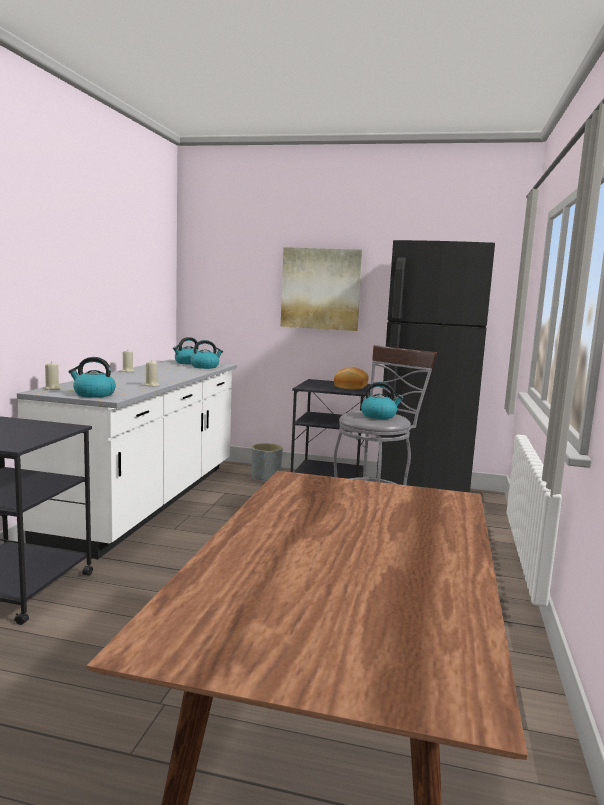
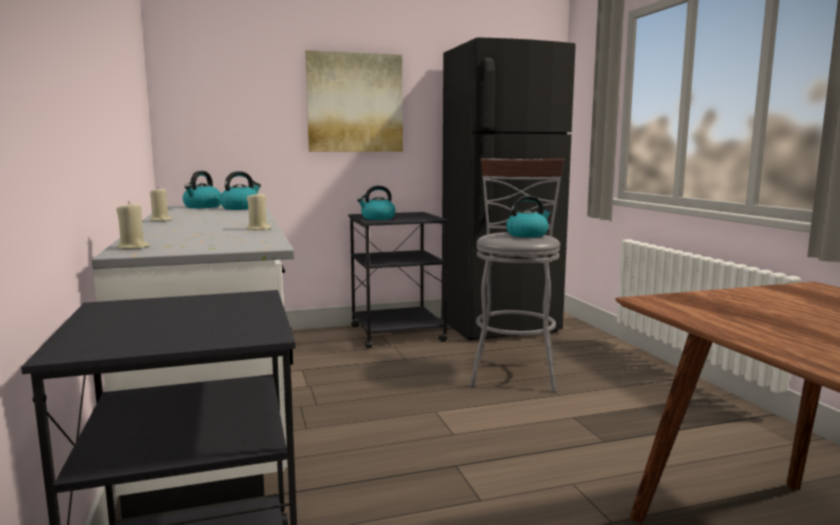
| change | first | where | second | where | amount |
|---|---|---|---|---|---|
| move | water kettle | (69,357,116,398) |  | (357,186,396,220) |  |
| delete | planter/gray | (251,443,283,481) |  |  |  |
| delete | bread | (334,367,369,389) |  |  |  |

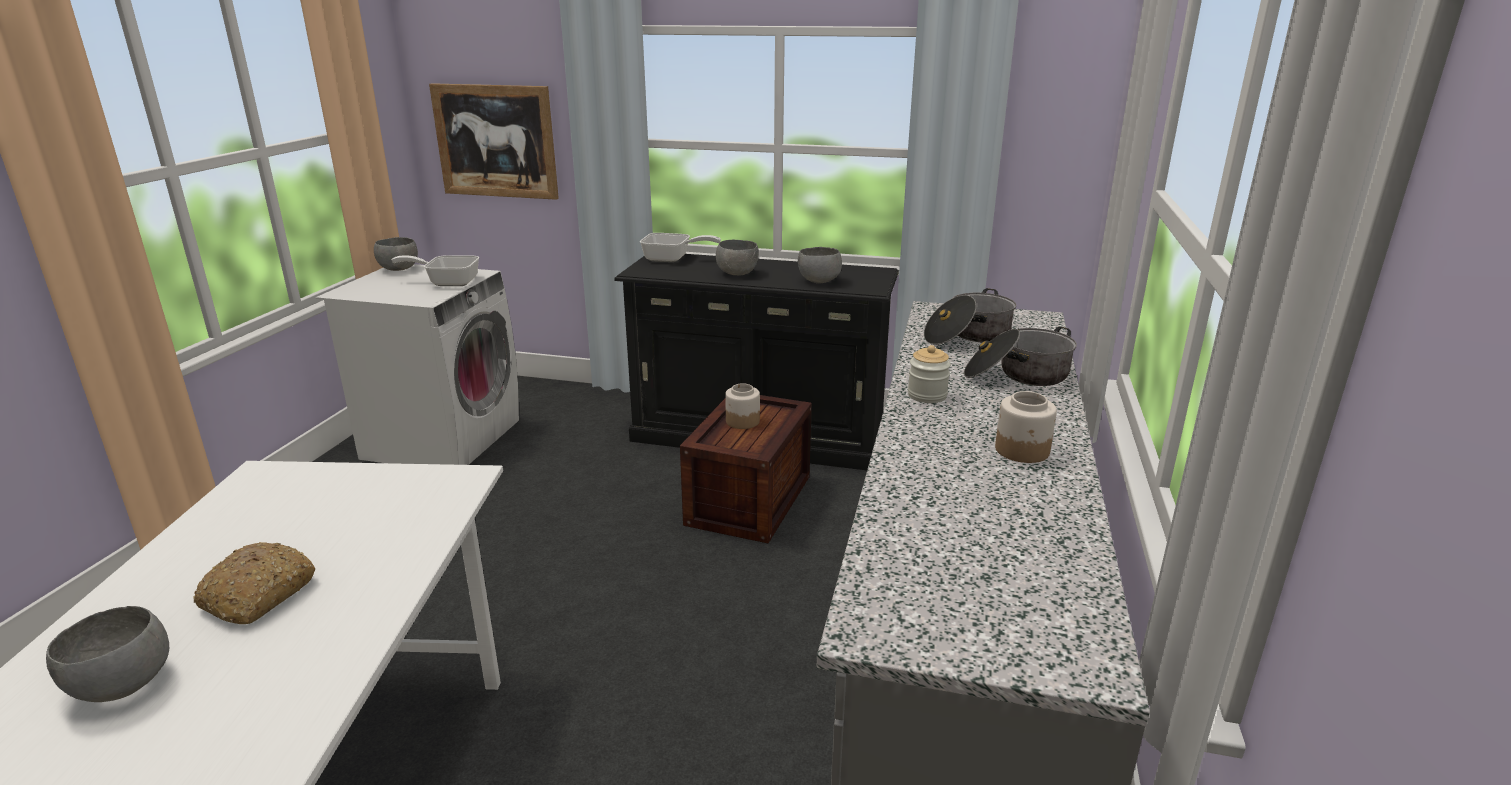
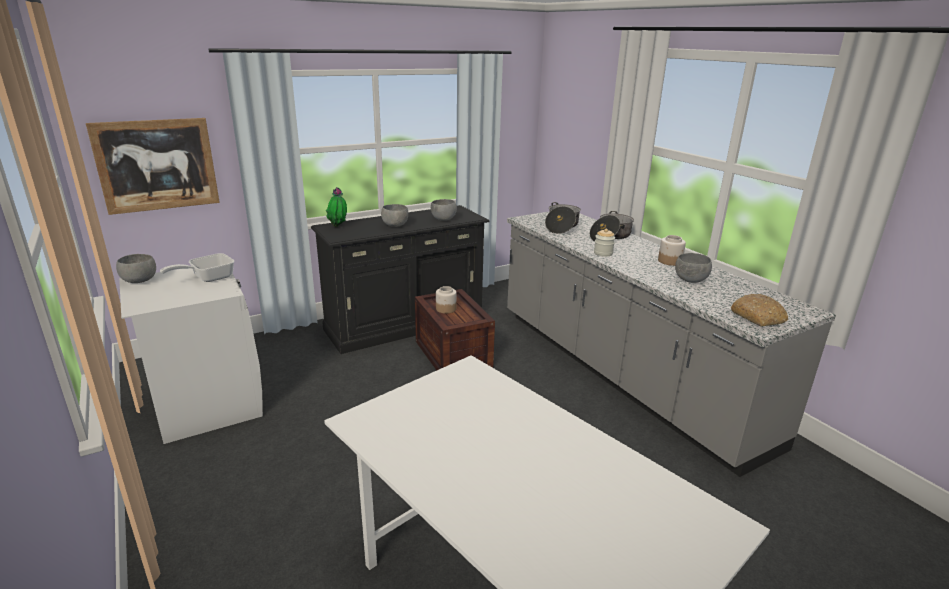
| change | first | where | second | where | amount |
|---|---|---|---|---|---|
| replace | frying pan | (640,233,721,262) | potted plant | (326,187,347,227) |  |
| move | serving bowl/gray | (46,606,169,702) |  | (675,253,712,283) |  |
| move | bread | (193,542,315,624) |  | (731,294,788,327) |  |

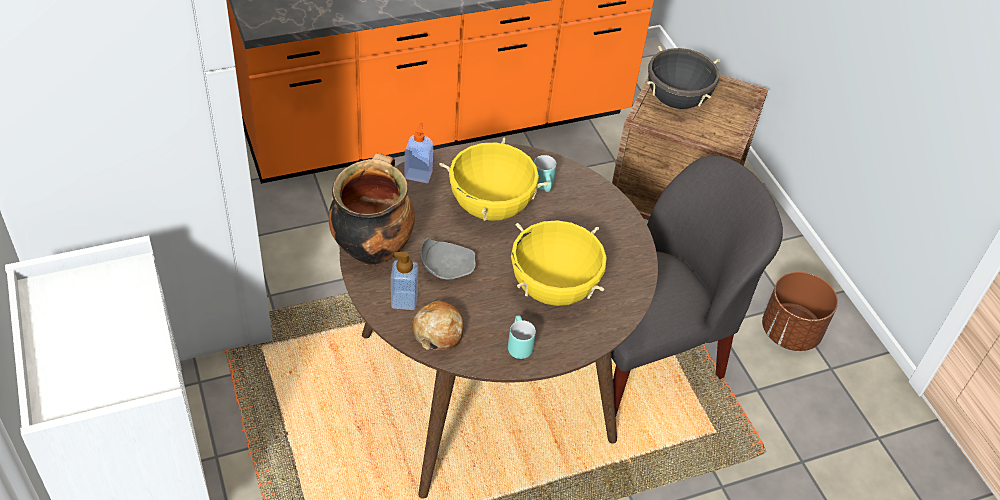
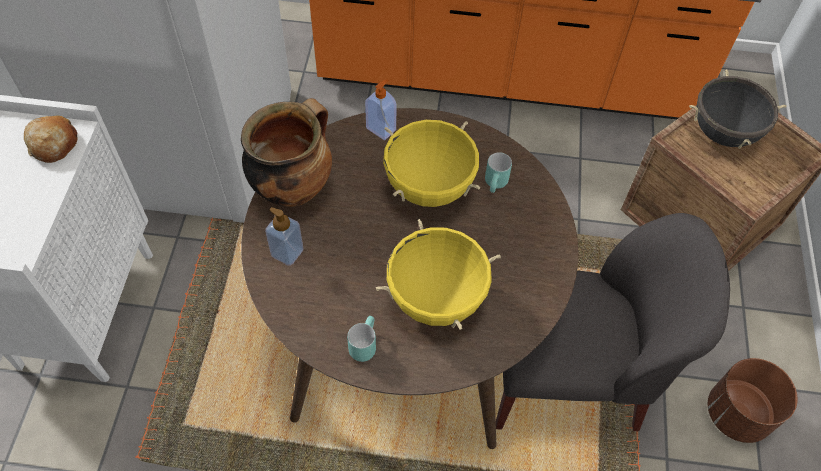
| change | first | where | second | where | amount |
|---|---|---|---|---|---|
| move | bread | (412,301,463,350) |  | (24,115,78,163) |  |
| delete | plate/gray | (420,238,476,279) |  |  |  |

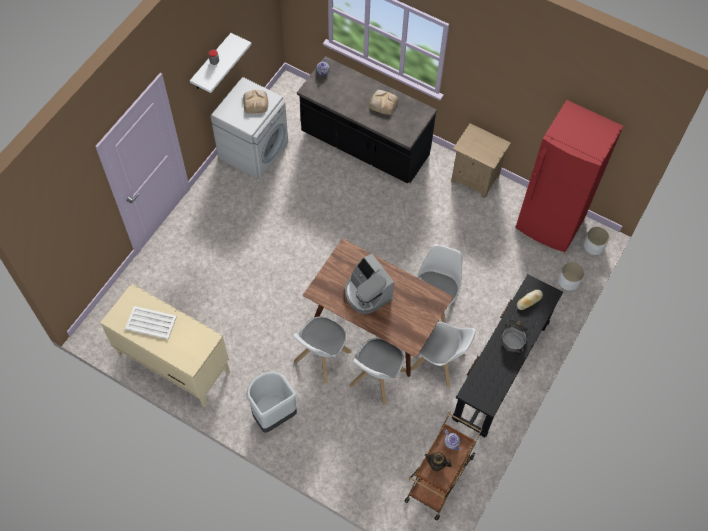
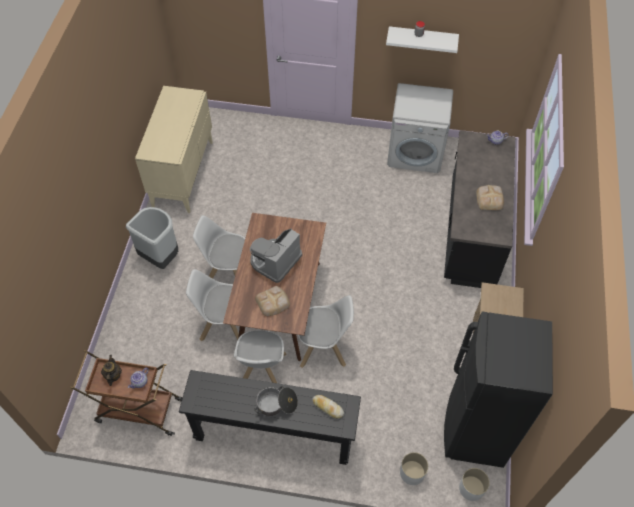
| change | first | where | second | where | amount |
|---|---|---|---|---|---|
| move | bread | (243,90,268,114) |  | (255,286,290,316) |  |
| recolor | kitchen fridge/red | (515,100,623,252) | kitchen fridge/blackish | (444,312,553,468) |  |
| delete | carrying tray/white | (125,306,177,340) |  |  |  |

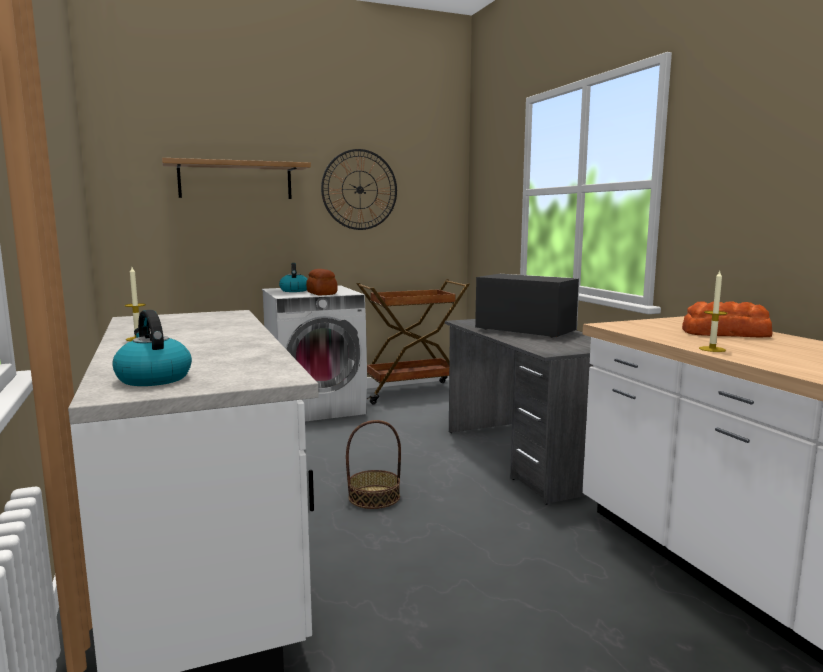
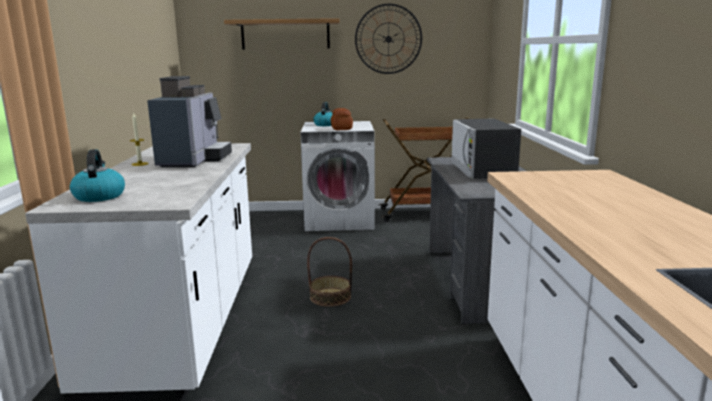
| change | first | where | second | where | amount |
|---|---|---|---|---|---|
| insert |  |  | coffee machine | (147,76,232,167) |  |
| rotate | microwave oven | (475,274,580,338) |  | (451,118,521,179) | 150 degrees counterclockwise |
| delete | bread | (682,301,773,337) |  |  |  |
| delete | wax light | (699,271,727,352) |  |  |  |

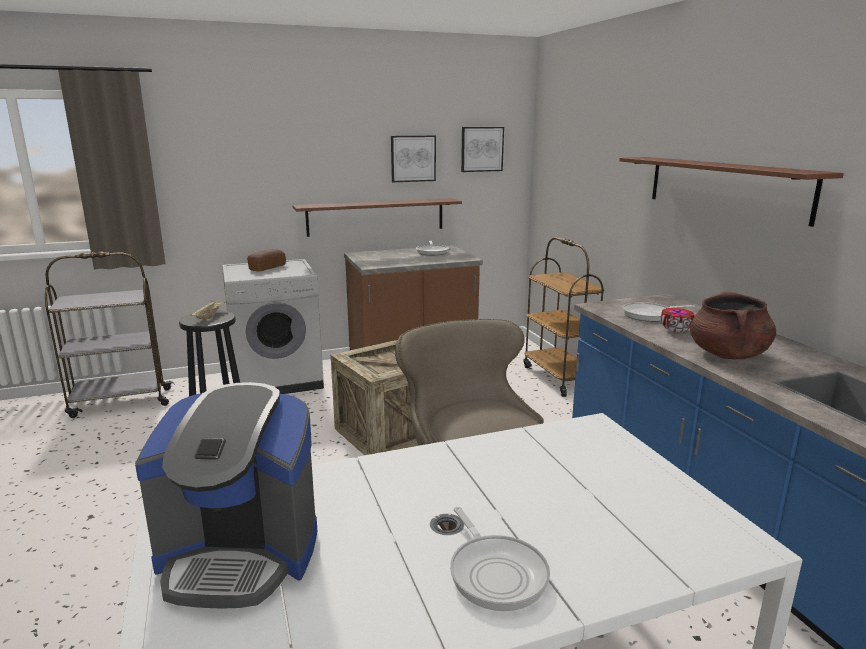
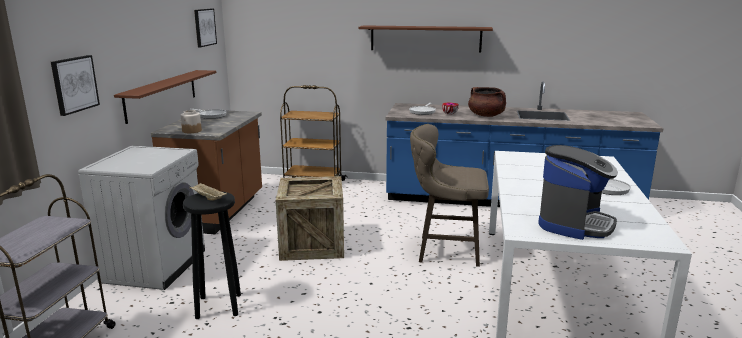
| change | first | where | second | where | amount |
|---|---|---|---|---|---|
| move | wall picture | (391,135,436,182) |  | (51,55,100,116) |  |
| insert |  |  | preserve jar | (180,110,202,133) |  |
| delete | bread | (247,249,286,271) |  |  |  |

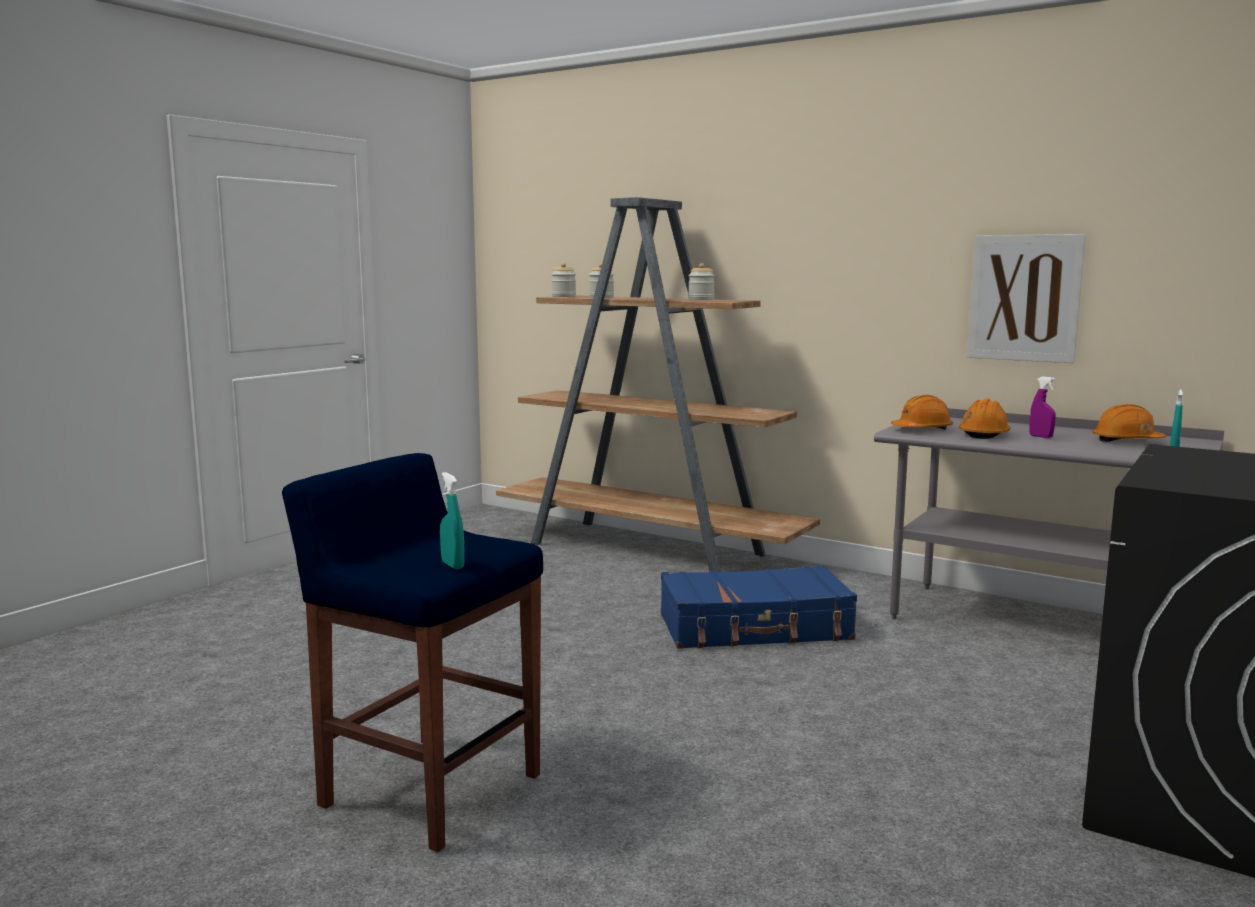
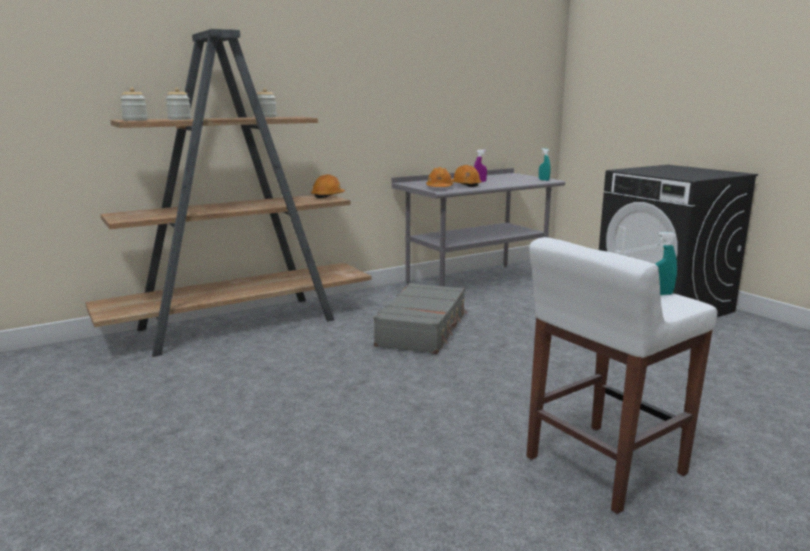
| change | first | where | second | where | amount |
|---|---|---|---|---|---|
| move | work helmet/orangey | (1092,404,1166,442) |  | (311,174,345,198) |  |
| recolor | piece of luggage/blue-coloured | (661,565,857,649) | piece of luggage/gray | (374,283,467,354) |  |
| recolor | stool/blue-coloured | (282,453,543,852) | stool/white | (526,237,718,514) |  |
| delete | wall picture | (967,234,1086,363) |  |  |  |

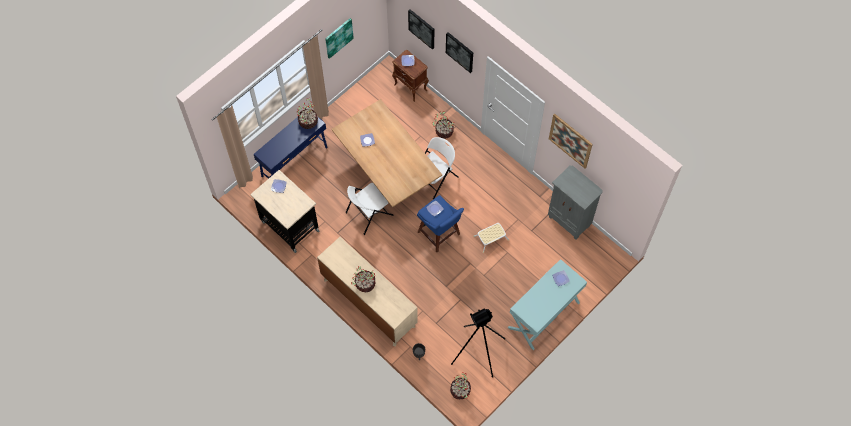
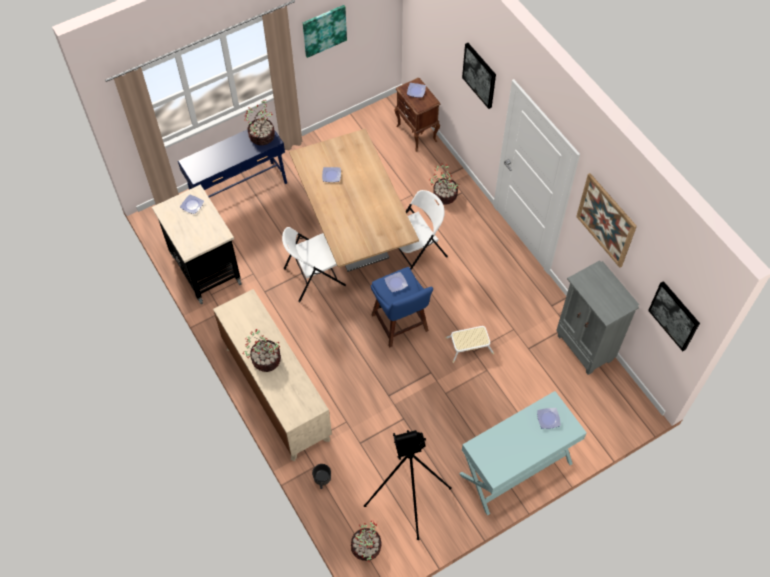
| change | first | where | second | where | amount |
|---|---|---|---|---|---|
| move | wall picture | (408,9,434,50) |  | (648,281,700,351) |  |

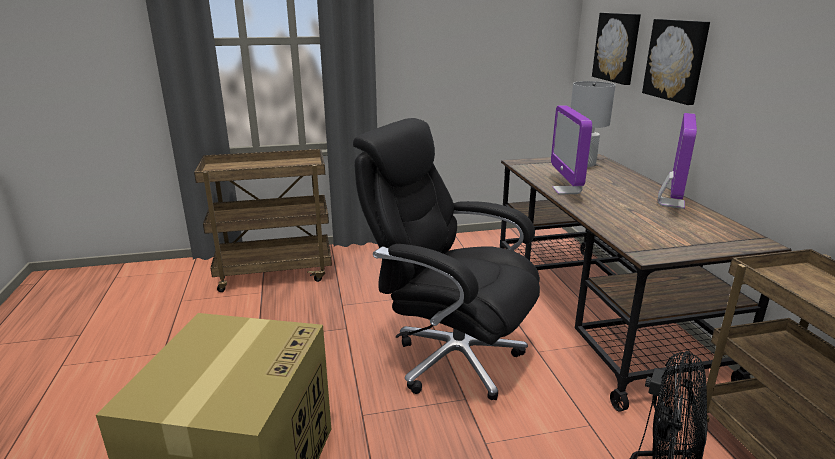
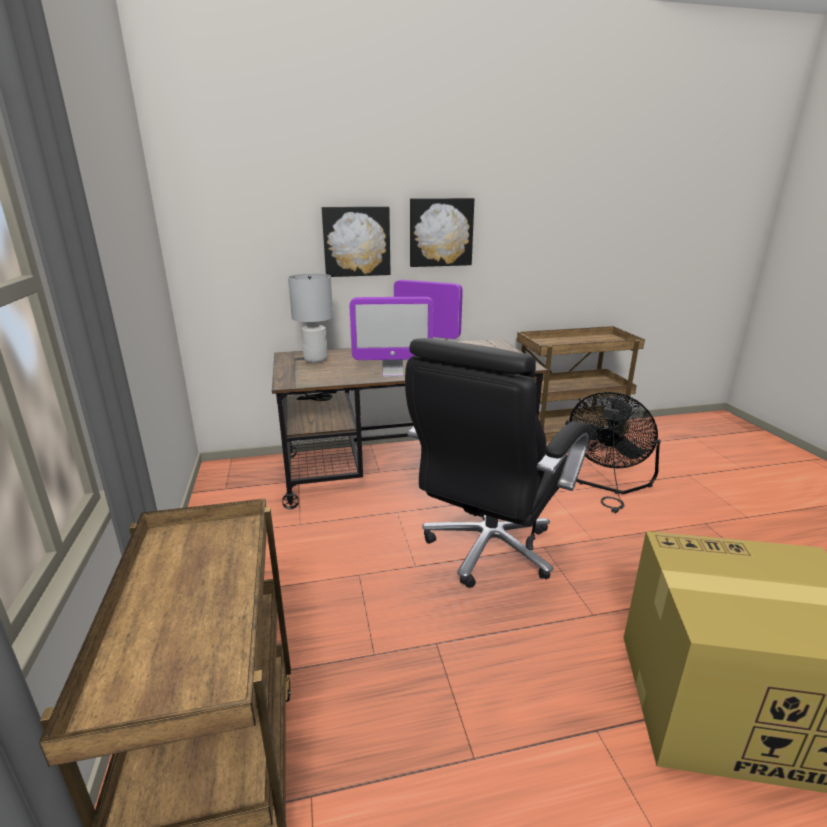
| change | first | where | second | where | amount |
|---|---|---|---|---|---|
| move | wall picture | (592,13,641,85) |  | (410,198,474,267) |  |

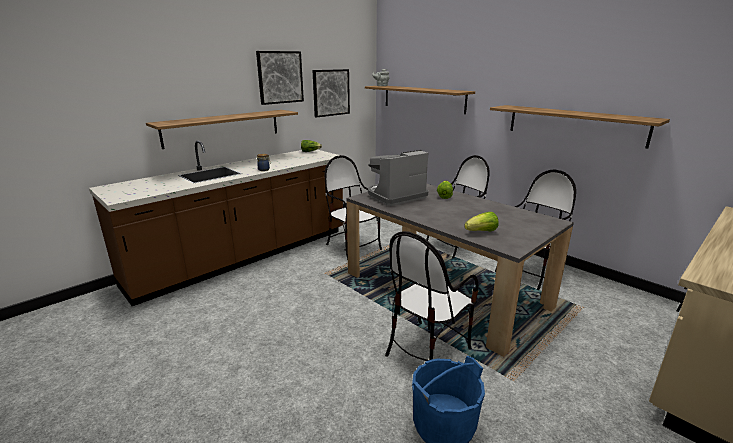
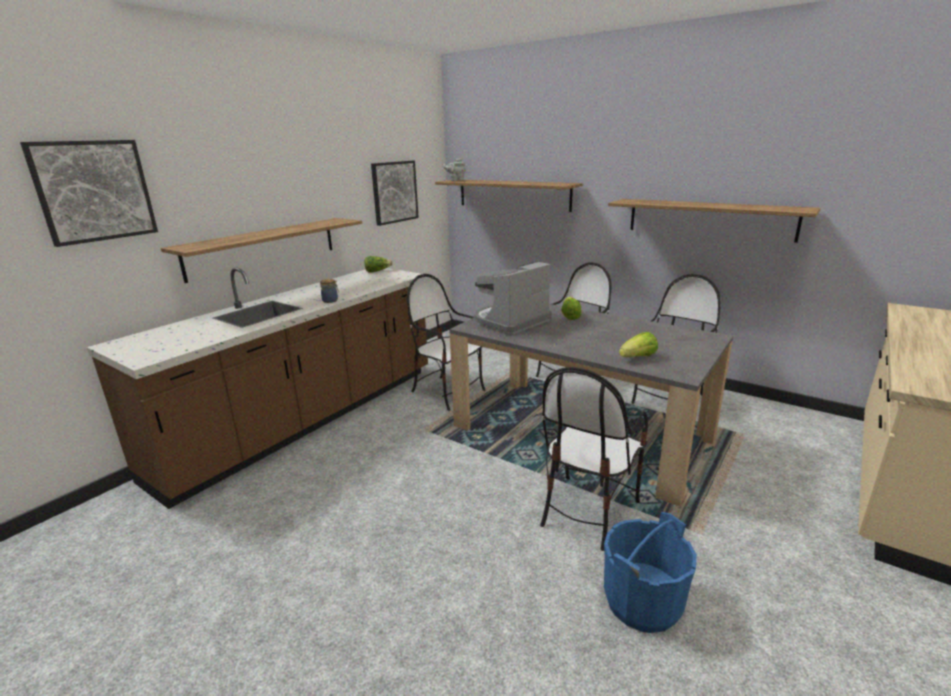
| change | first | where | second | where | amount |
|---|---|---|---|---|---|
| move | wall picture | (256,51,304,105) |  | (20,140,158,247) |  |

